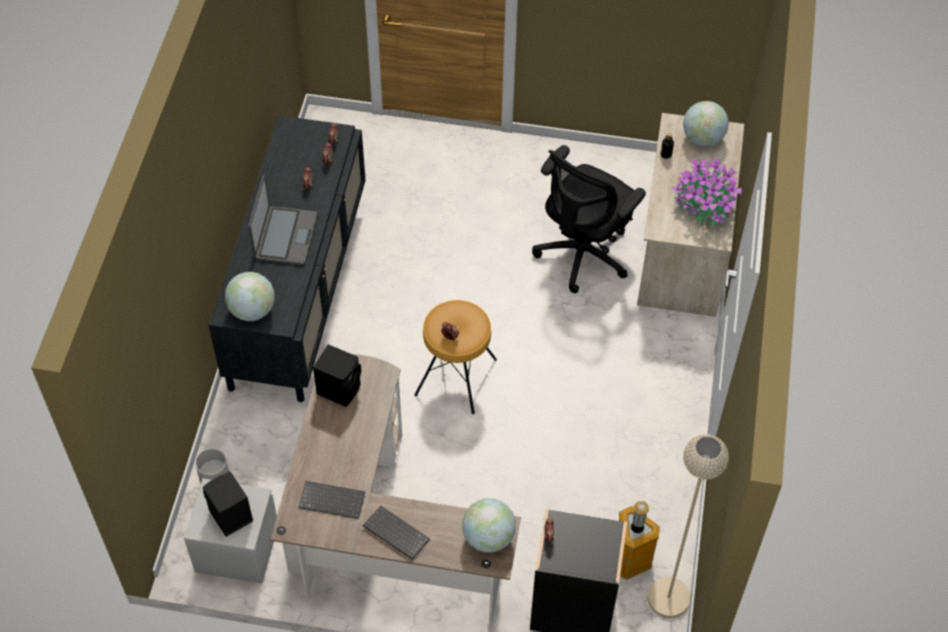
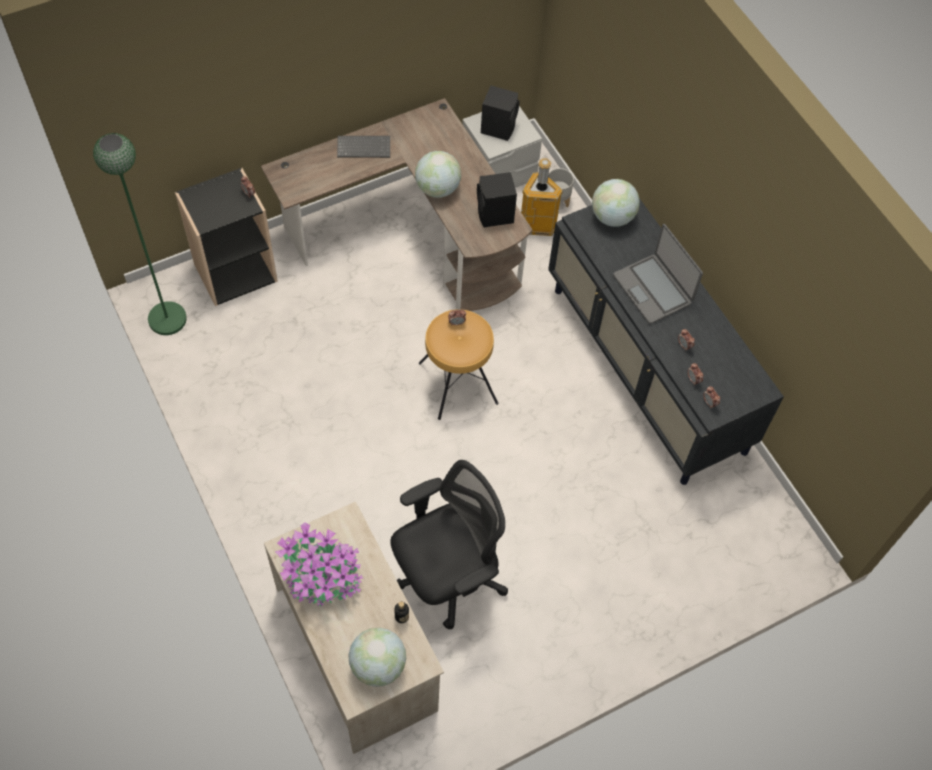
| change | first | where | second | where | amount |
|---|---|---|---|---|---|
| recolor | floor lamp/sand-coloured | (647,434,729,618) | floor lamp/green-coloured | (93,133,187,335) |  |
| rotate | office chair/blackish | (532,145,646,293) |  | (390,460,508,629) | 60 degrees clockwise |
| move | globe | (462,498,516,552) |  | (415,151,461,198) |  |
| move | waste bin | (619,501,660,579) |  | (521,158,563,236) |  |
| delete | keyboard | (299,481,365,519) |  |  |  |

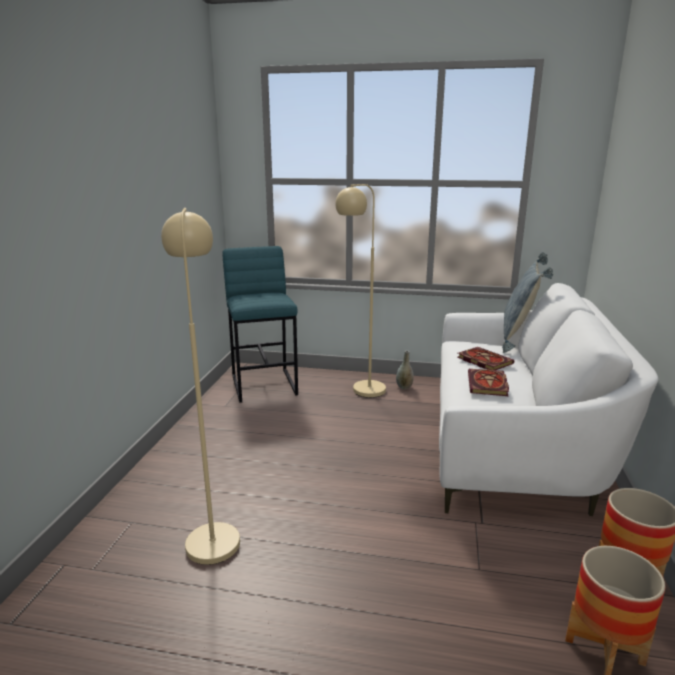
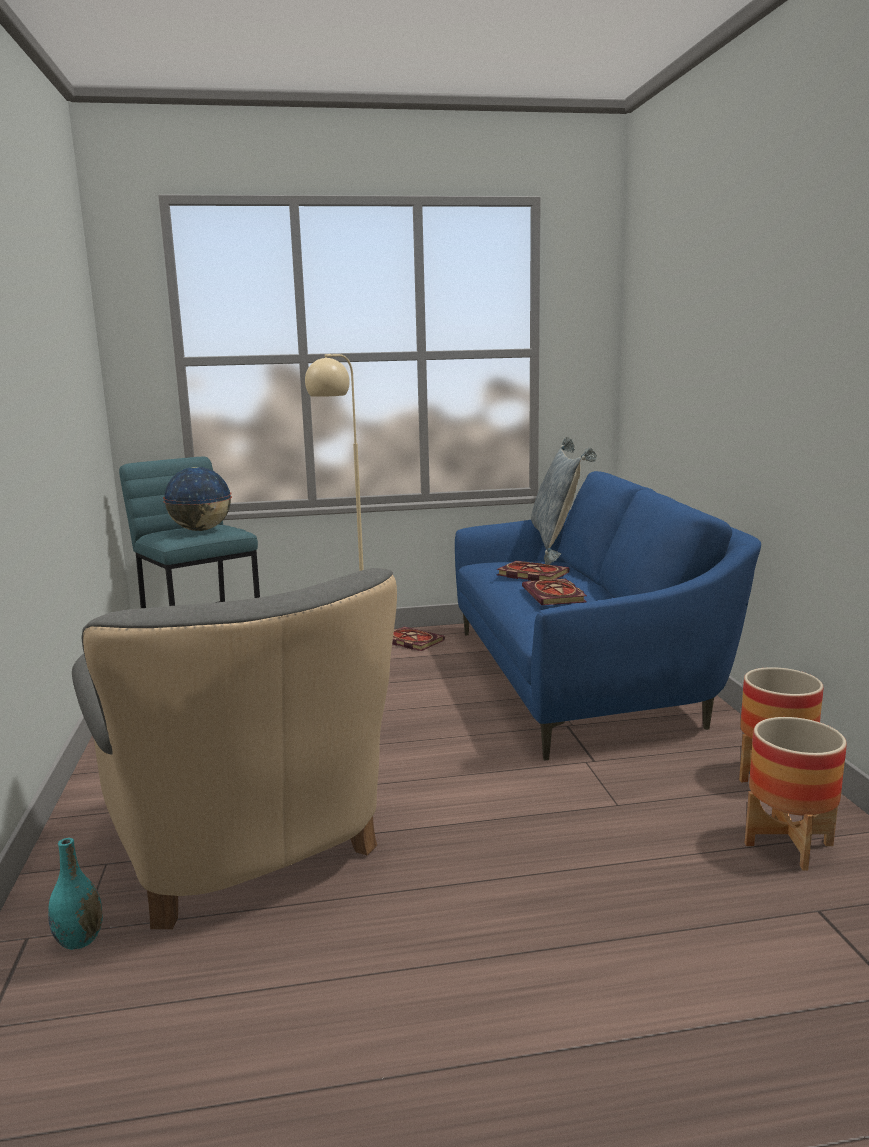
| change | first | where | second | where | amount |
|---|---|---|---|---|---|
| insert |  |  | flower vase/turquoise-coloured | (48,838,103,950) |  |
| replace | floor lamp/sand-coloured | (161,208,240,565) | armchair/gray | (72,568,397,929) |  |
| insert |  |  | globe | (163,467,232,531) |  |
| replace | flower vase/gray | (396,350,414,389) | book | (392,626,445,651) |  |
| recolor | sofa/white | (439,283,658,516) | sofa/blue-coloured | (455,471,761,760) |  |

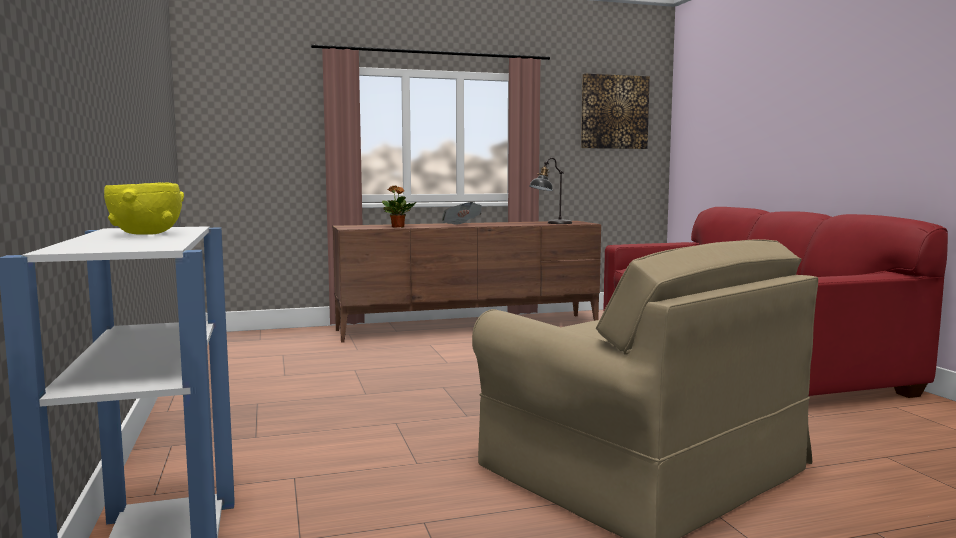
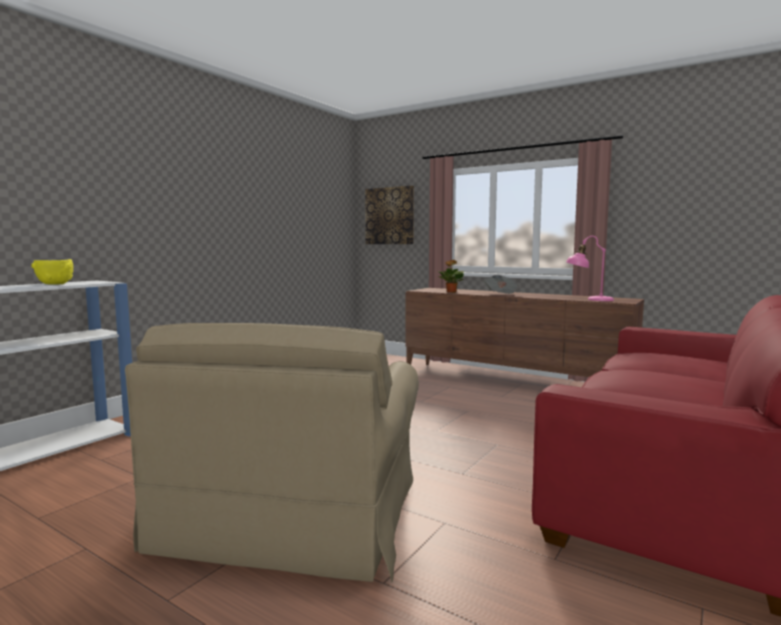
| change | first | where | second | where | amount |
|---|---|---|---|---|---|
| move | wall picture | (581,73,650,149) |  | (365,186,414,244) |  |
| recolor | table lamp/gray | (529,158,572,224) | table lamp/pink | (566,236,614,301) |  |

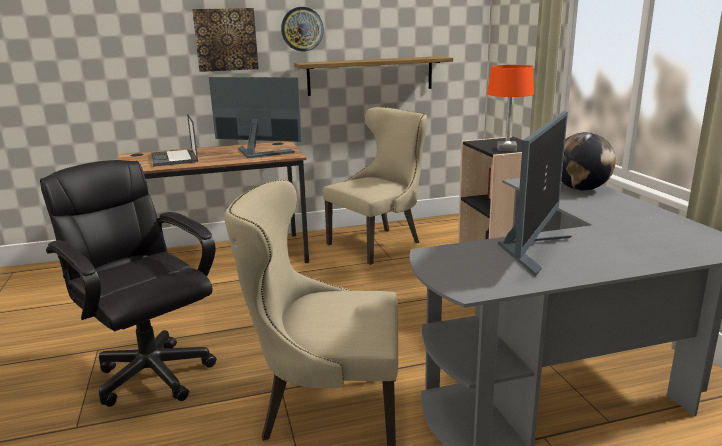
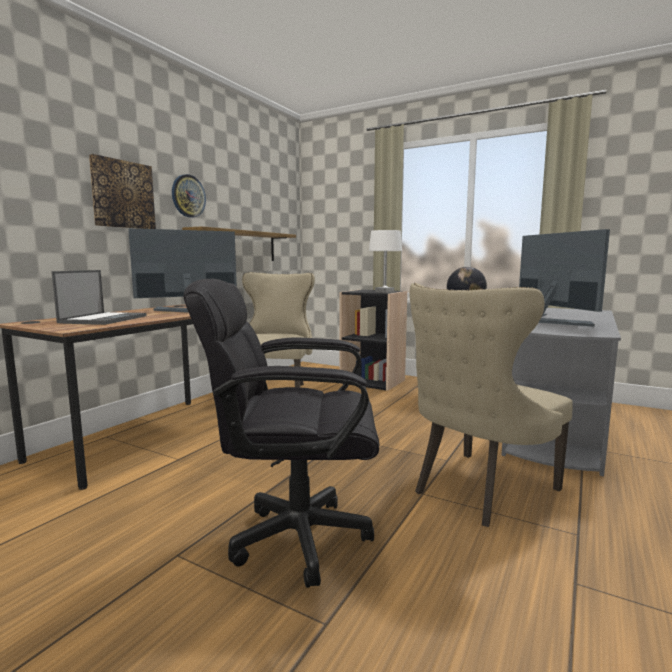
| change | first | where | second | where | amount |
|---|---|---|---|---|---|
| rotate | laptop | (151,114,198,167) |  | (51,270,146,325) | 105 degrees counterclockwise |
| recolor | table lamp/orangey | (487,65,534,152) | table lamp/white | (369,230,402,293) |  |

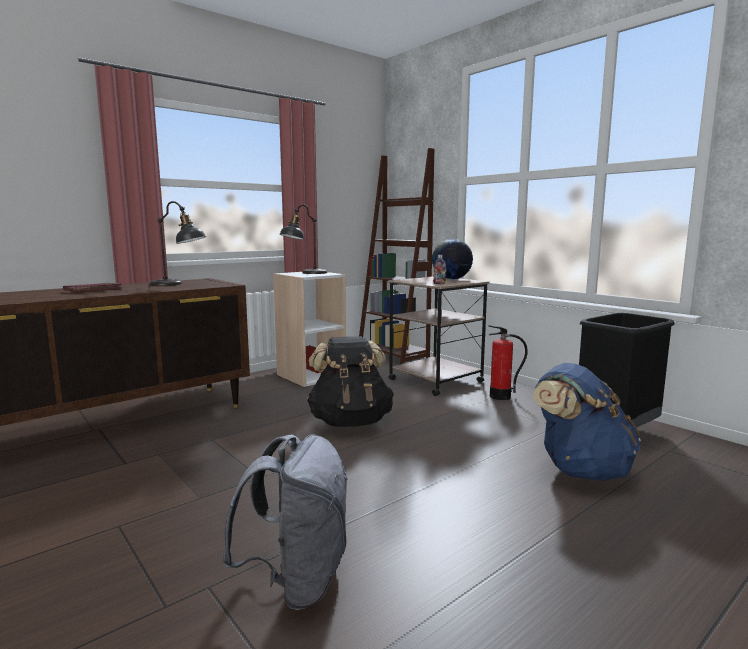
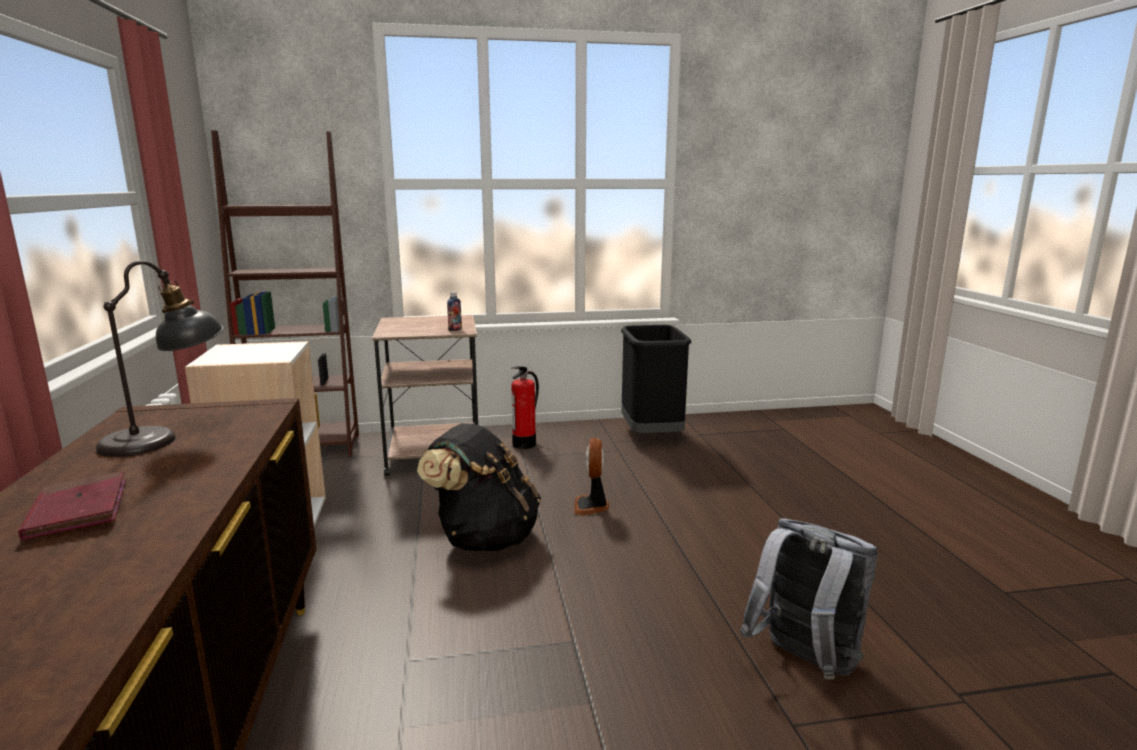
| change | first | where | second | where | amount |
|---|---|---|---|---|---|
| insert |  |  | cooling fan | (574,438,609,516) |  |
| delete | table lamp/gray | (280,205,328,274) |  |  |  |
| delete | globe | (432,239,473,280) |  |  |  |
| delete | backpack/blue-coloured | (533,363,641,481) |  |  |  |

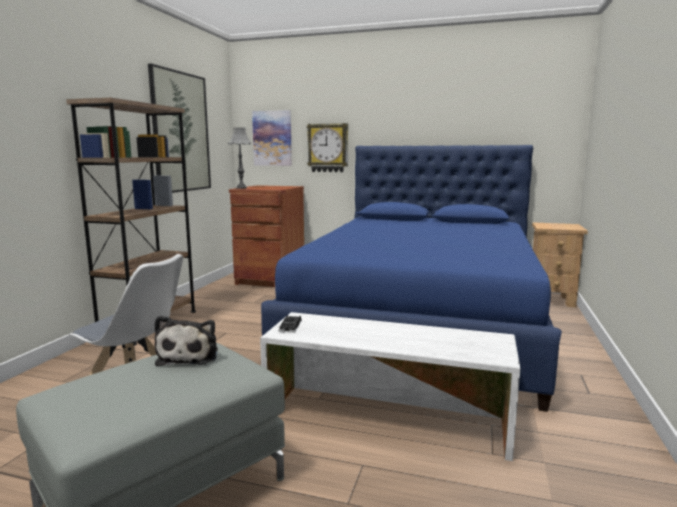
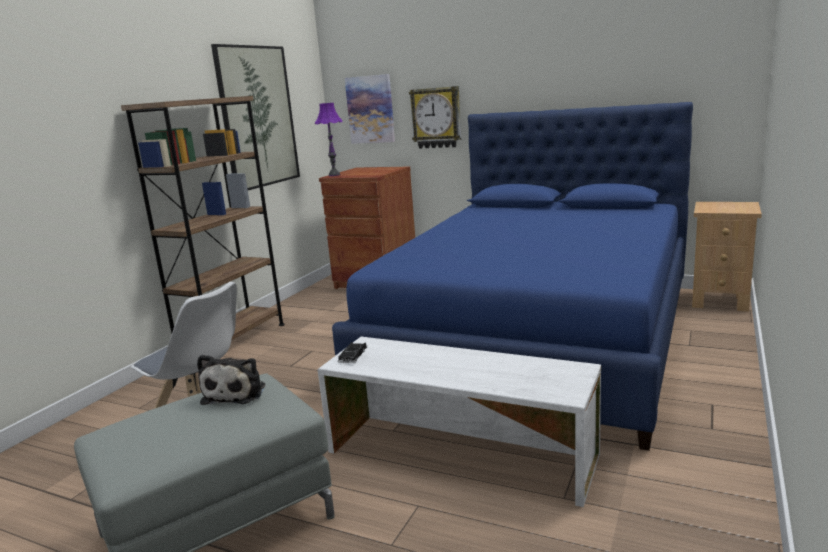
| change | first | where | second | where | amount |
|---|---|---|---|---|---|
| recolor | table lamp/gray | (228,127,252,189) | table lamp/purple-coloured | (315,103,343,176) |  |

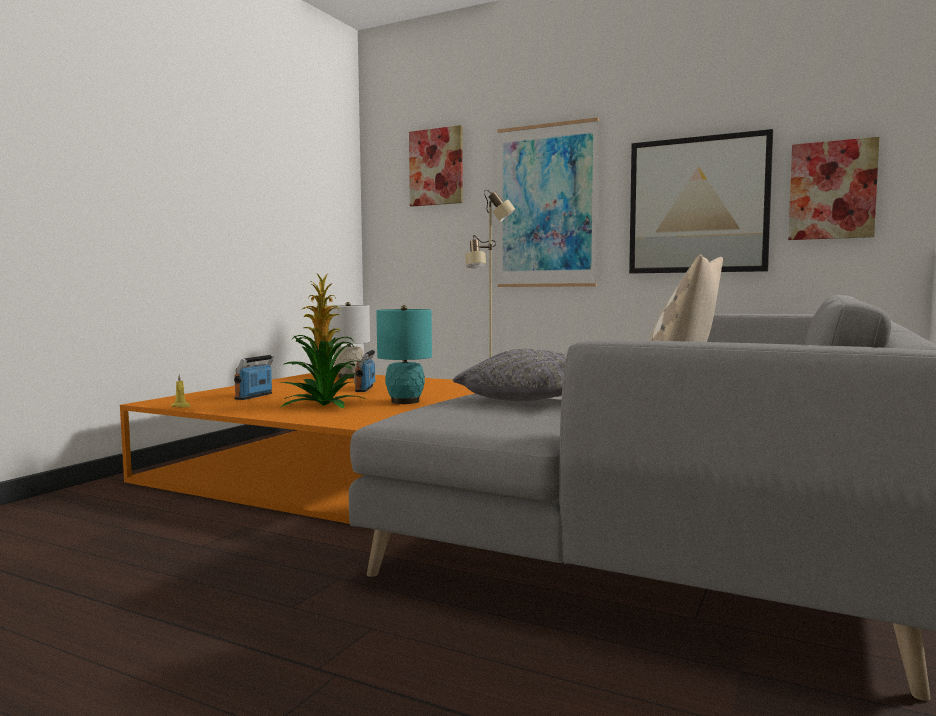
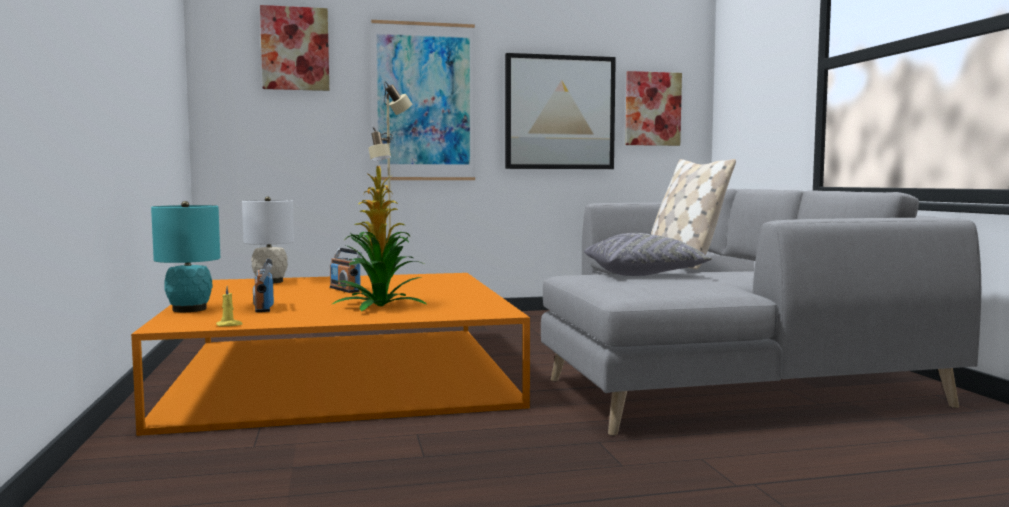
| change | first | where | second | where | amount |
|---|---|---|---|---|---|
| move | table lamp/turquoise-coloured | (376,305,432,404) |  | (151,201,220,312) |  |

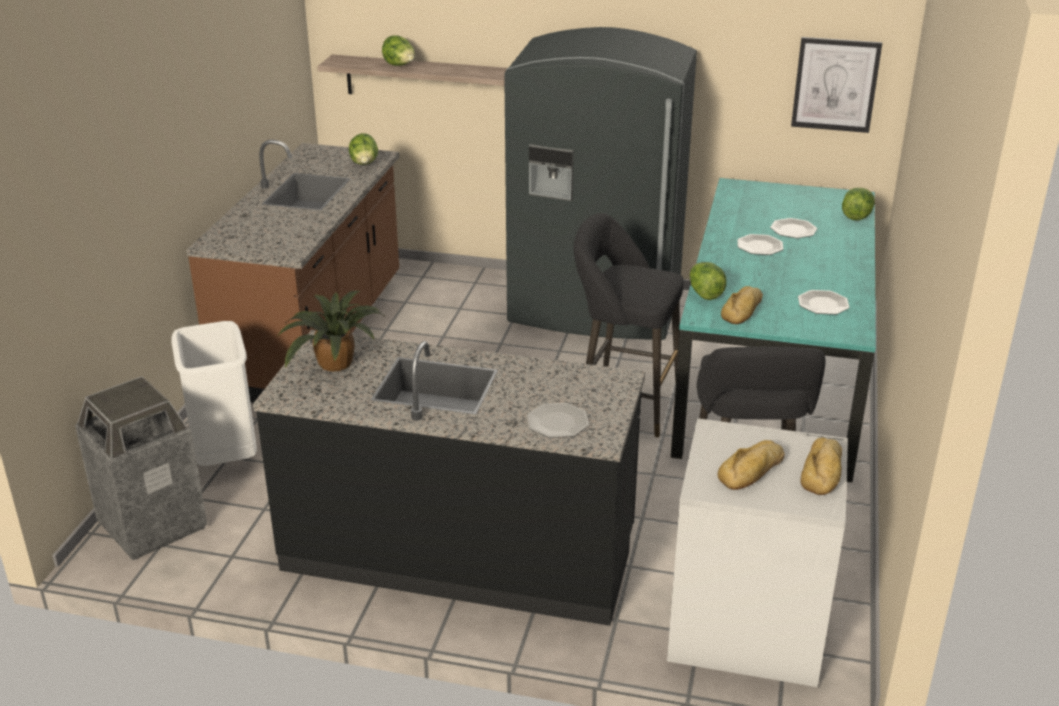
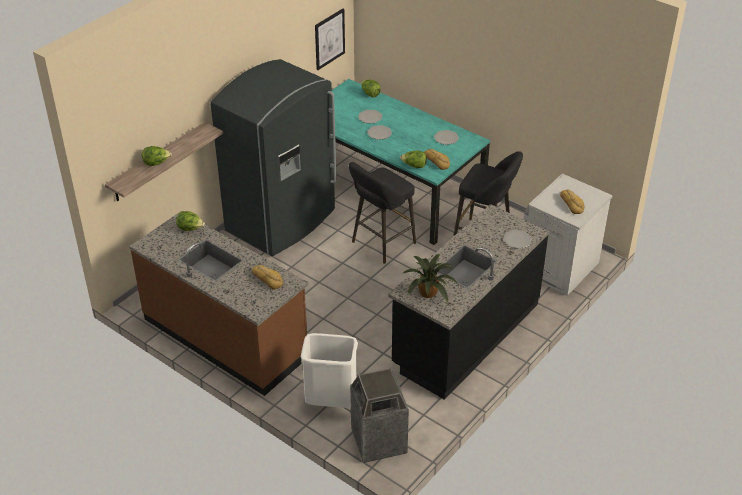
| change | first | where | second | where | amount |
|---|---|---|---|---|---|
| move | bread | (800,437,842,495) |  | (252,265,283,289) |  |

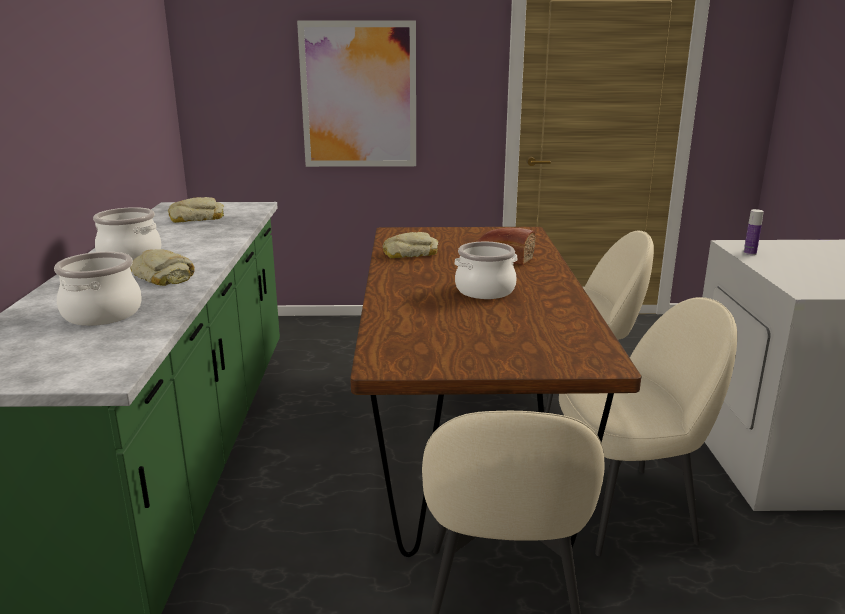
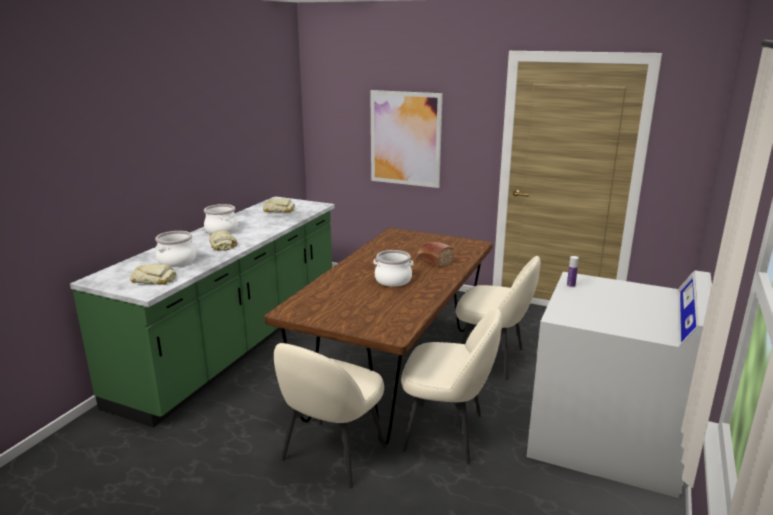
| change | first | where | second | where | amount |
|---|---|---|---|---|---|
| move | bread | (383,232,438,258) |  | (130,264,176,285) |  |

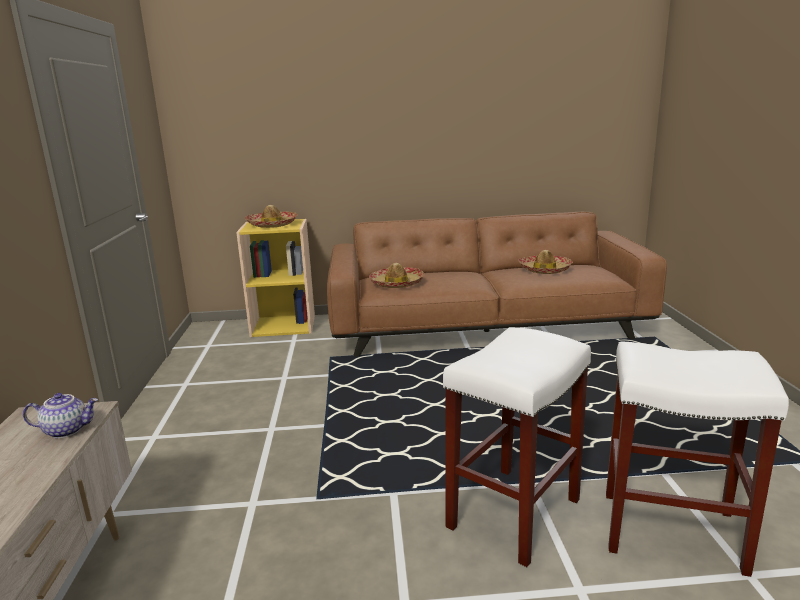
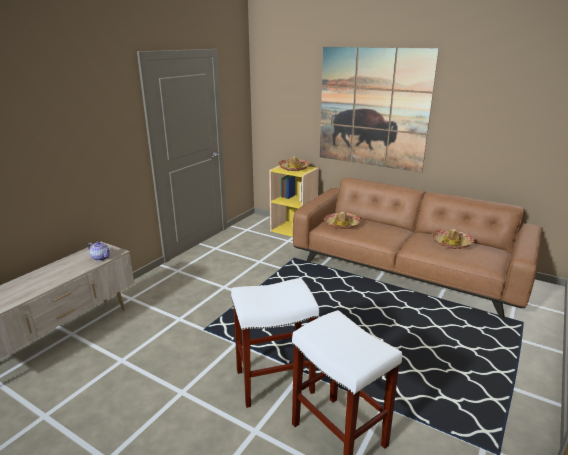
| change | first | where | second | where | amount |
|---|---|---|---|---|---|
| insert |  |  | wall picture | (319,47,439,172) |  |

